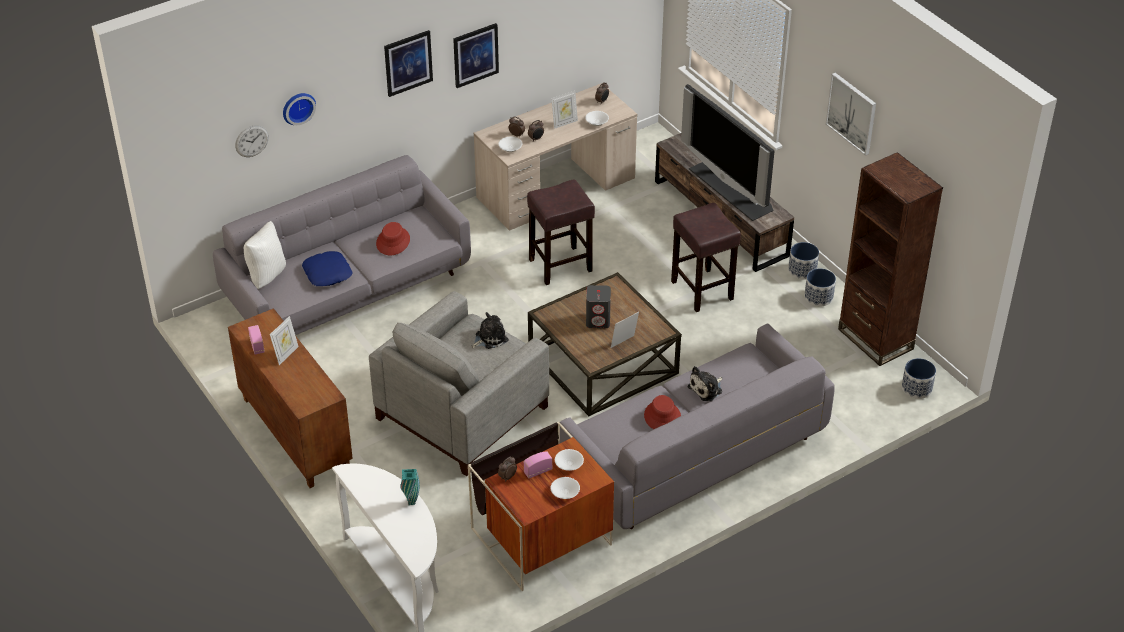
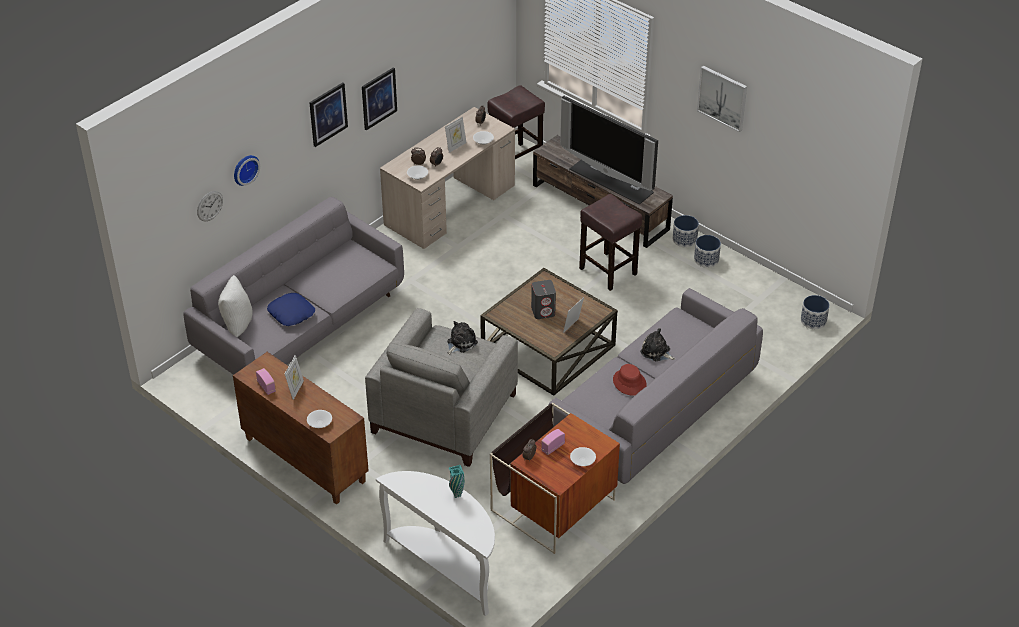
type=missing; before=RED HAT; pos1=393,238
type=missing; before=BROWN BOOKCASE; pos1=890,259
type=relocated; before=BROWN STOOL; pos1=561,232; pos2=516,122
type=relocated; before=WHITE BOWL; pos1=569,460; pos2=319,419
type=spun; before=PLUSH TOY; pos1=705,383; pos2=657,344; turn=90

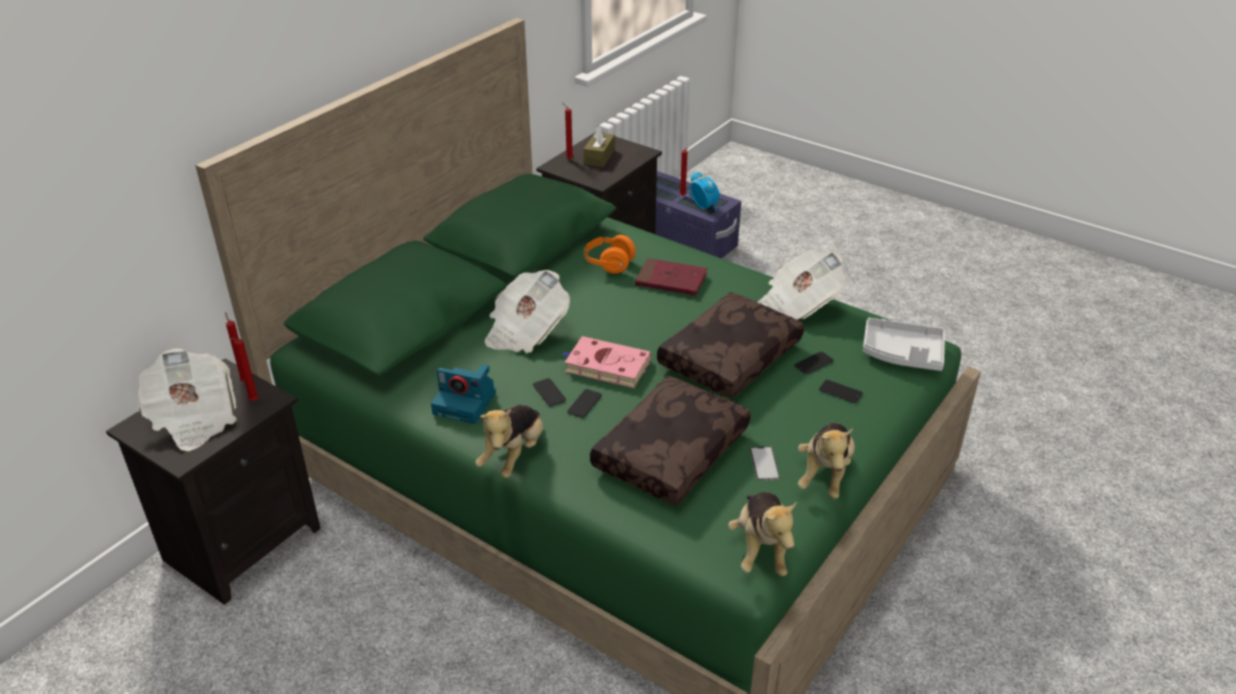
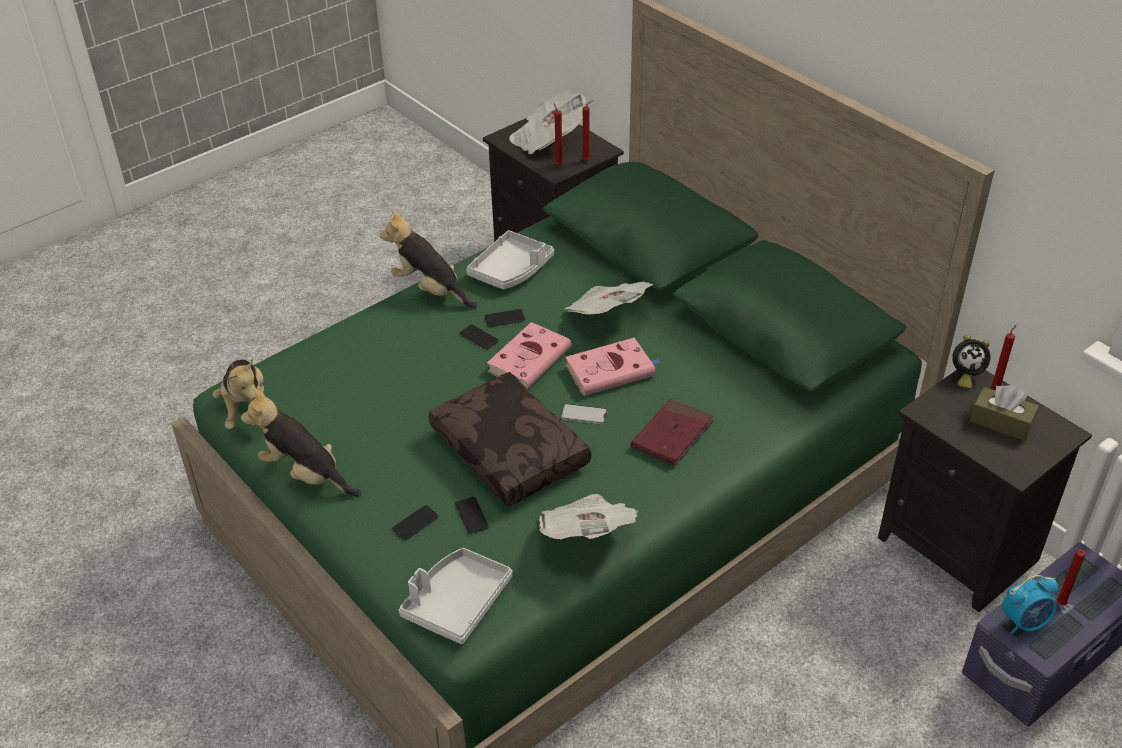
type=missing; before=ORANGE HEADPHONES; pos1=610,254
type=missing; before=BROWN PILLOW; pos1=670,441
type=appeared; after=PINK BOOK; pos2=613,367
type=appeared; after=ALARM CLOCK; pos2=971,362
type=relocated; before=PHONE; pos1=765,463; pos2=584,413
type=exchanged; before=PHOTO CAMERA; after=GREY TRAY; pos1=463,394; pos2=510,259
type=spun; before=PLUSH TOY; pos1=762,534; pos2=238,393; turn=-120

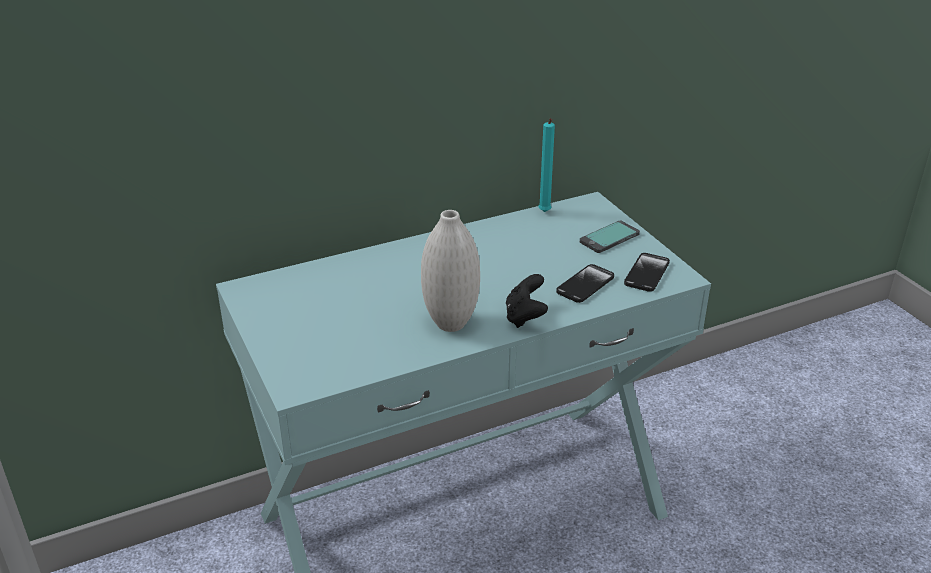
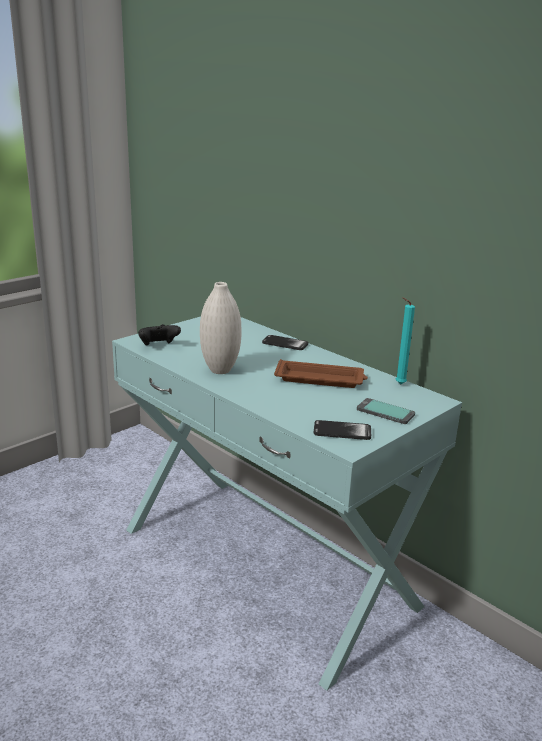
type=appeared; after=BROWN TRAY; pos2=321,373
type=relocated; before=BLACK GAME CONTROLLER; pos1=527,301; pos2=159,334
type=relocated; before=PHONE; pos1=585,283; pos2=285,342

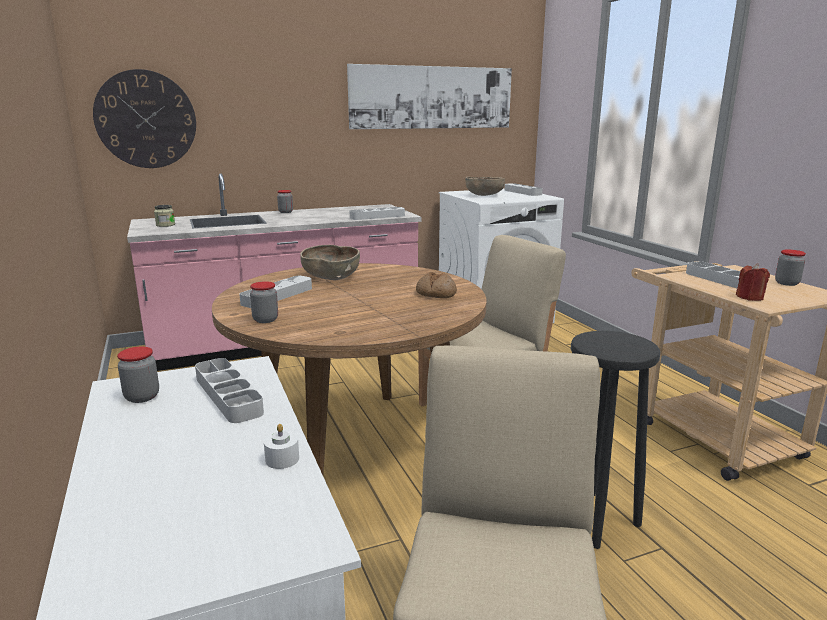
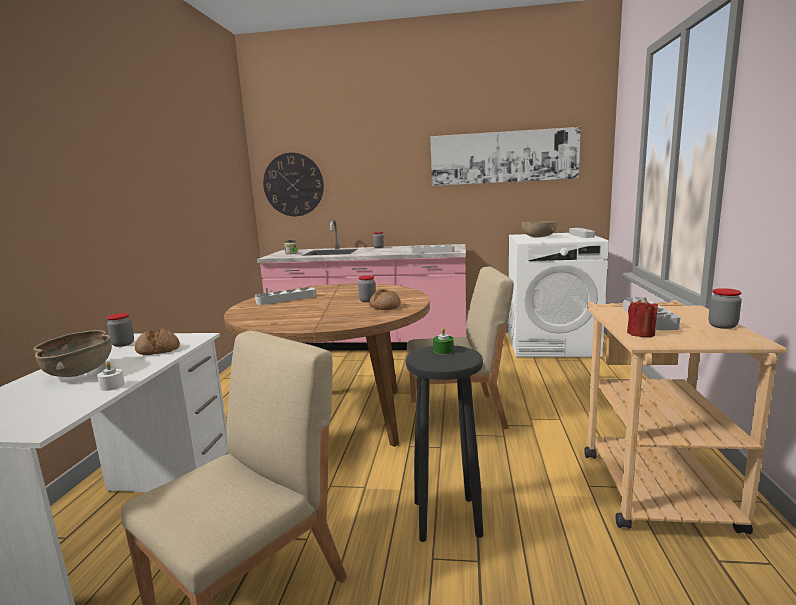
type=appeared; after=GREEN CANDLE; pos2=443,341
type=relocated; before=JAR; pos1=264,302; pos2=367,289
type=relocated; before=BROWN BOWL; pos1=330,262; pos2=72,353
type=exchanged; before=GREY TRAY; after=BREAD; pos1=229,390; pos2=157,341

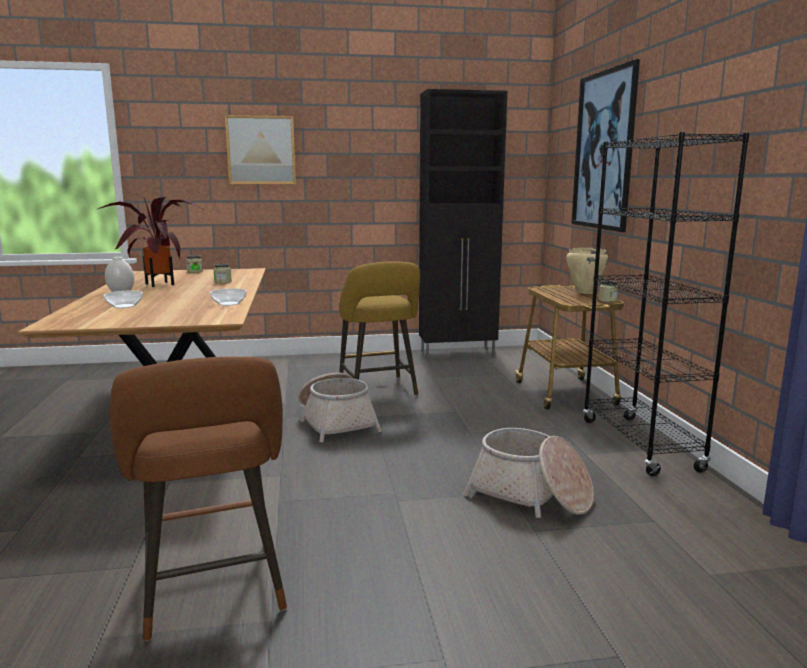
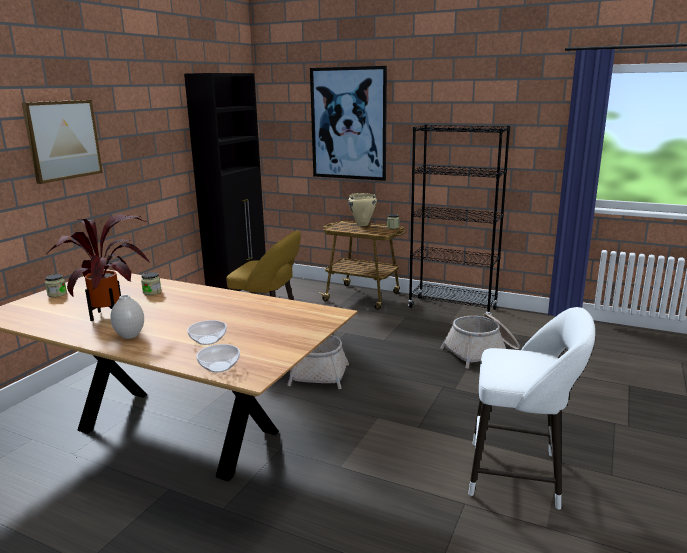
type=relocated; before=BOWL; pos1=228,297; pos2=218,358
type=colour; before=BROWN STOOL; after=WHITE STOOL; pos1=198,499; pos2=531,408

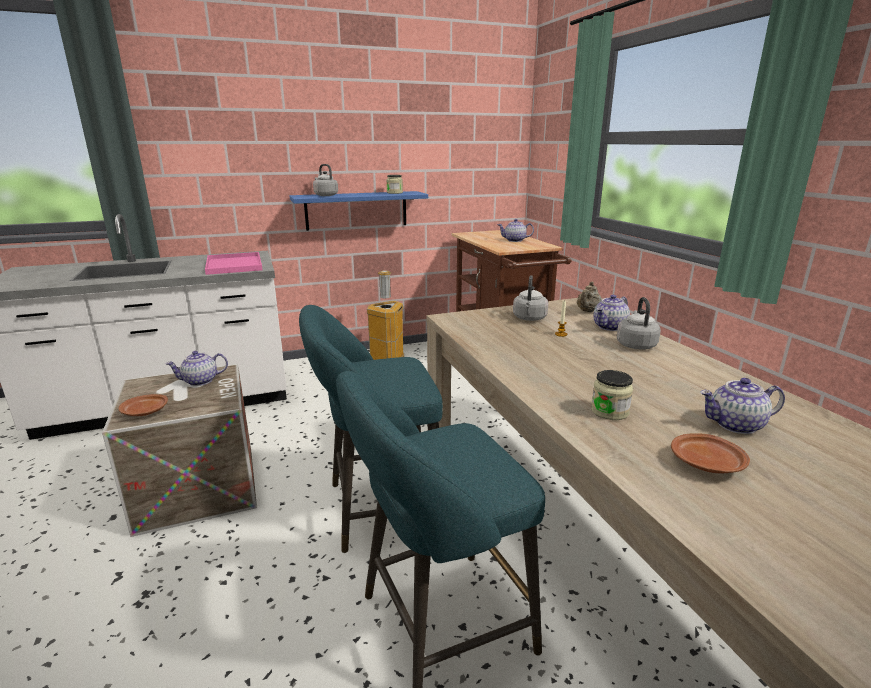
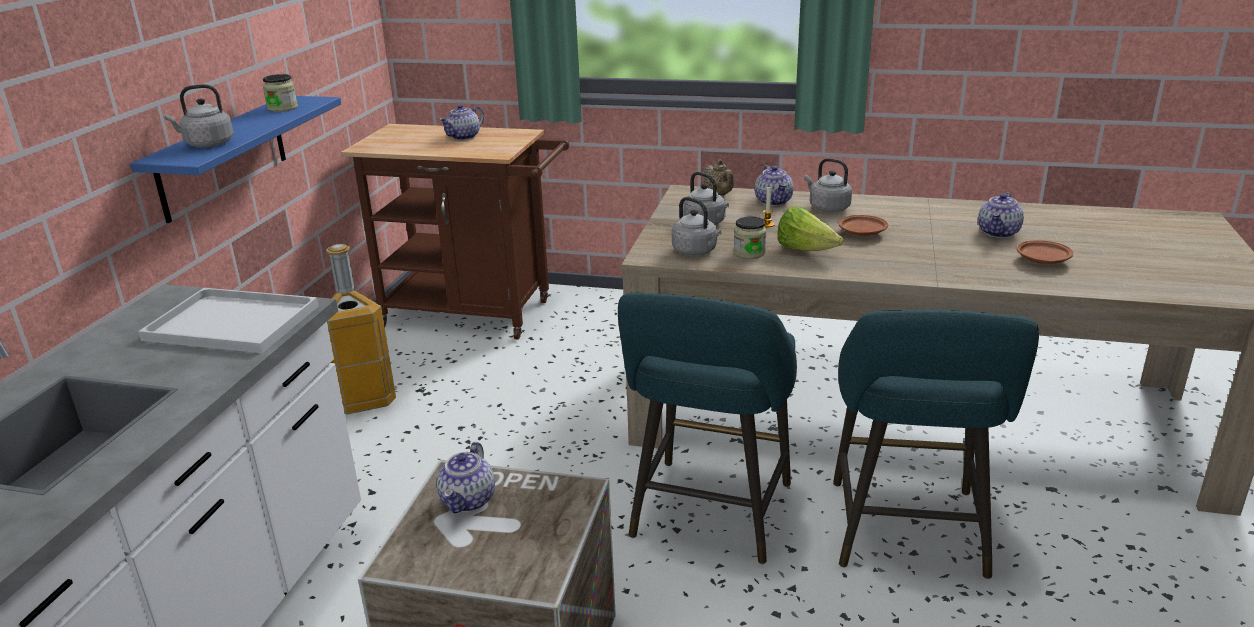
type=appeared; after=GREY KETTLE; pos2=696,226
type=appeared; after=LETTUCE; pos2=810,229
type=relocated; before=BROWN PLATE; pos1=143,405; pos2=863,225
type=relocated; before=JAR; pos1=612,395; pos2=750,237
type=colour; before=PINK TRAY; after=WHITE TRAY; pos1=234,263; pos2=228,320

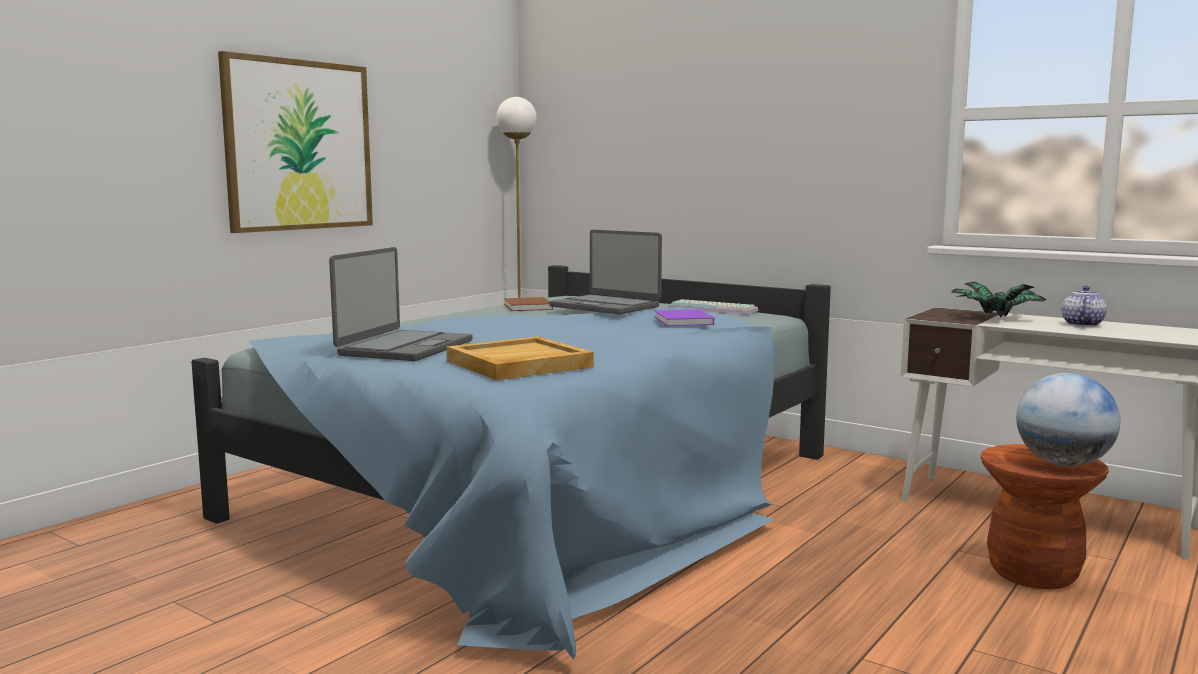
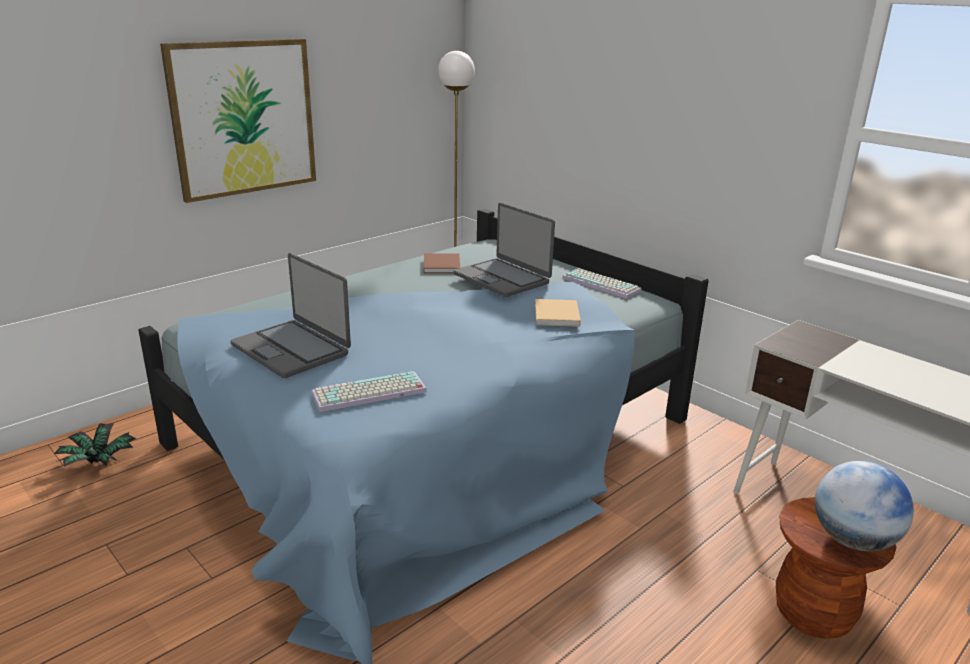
type=missing; before=TEAPOT; pos1=1084,306
type=relocated; before=POTTED PLANT; pos1=998,299; pos2=95,445
type=exchanged; before=BEIGE TRAY; after=KEYBOARD; pos1=520,358; pos2=369,391
type=colour; before=PURPLE BOOK; after=BEIGE BOOK; pos1=684,317; pos2=558,313
type=spun; before=LAPTOP; pos1=400,304; pos2=291,315; turn=105

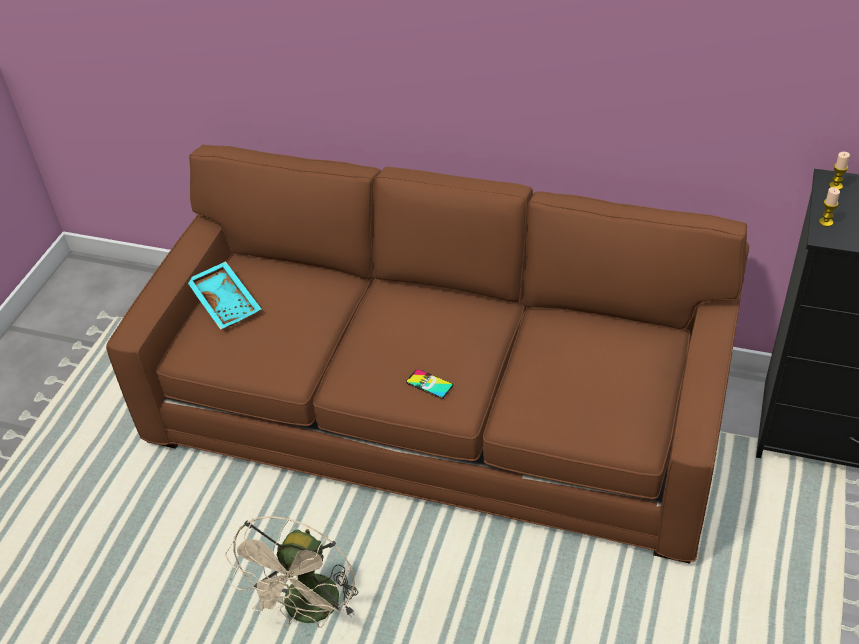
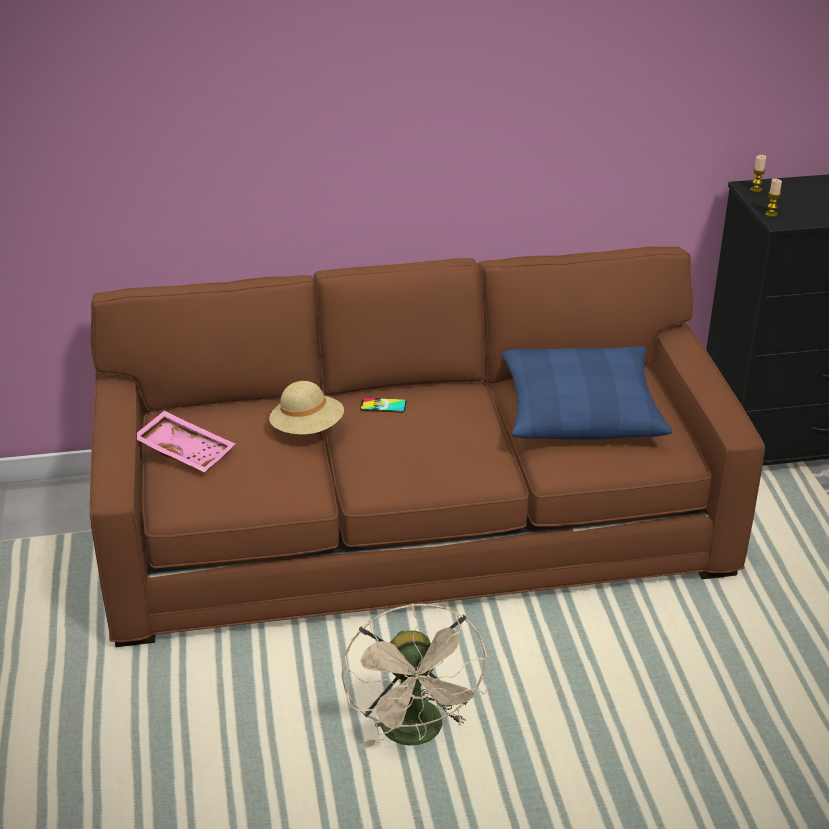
type=appeared; after=BEIGE HAT; pos2=306,408
type=appeared; after=BLUE PILLOW; pos2=587,393
type=relocated; before=PHONE; pos1=429,384; pos2=383,405
type=colour; before=TURQUOISE TRAY; after=PINK TRAY; pos1=224,295; pos2=186,441

